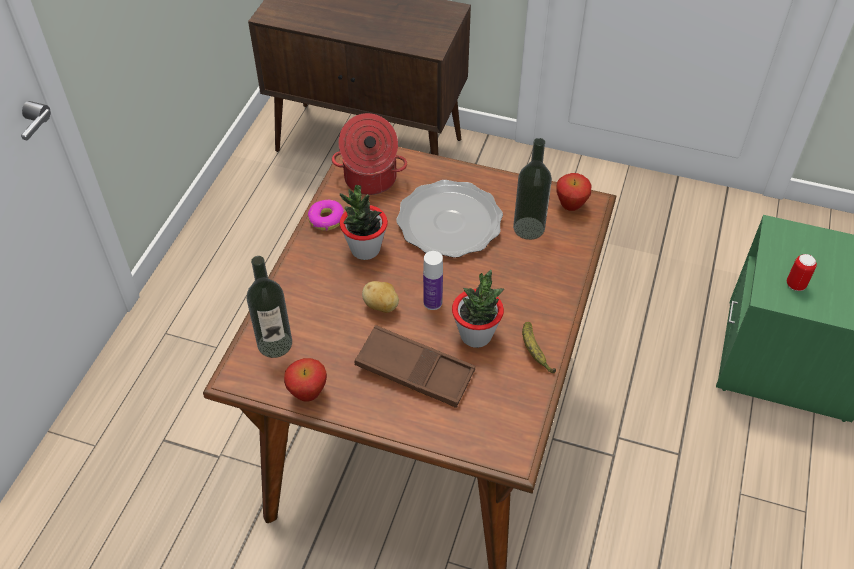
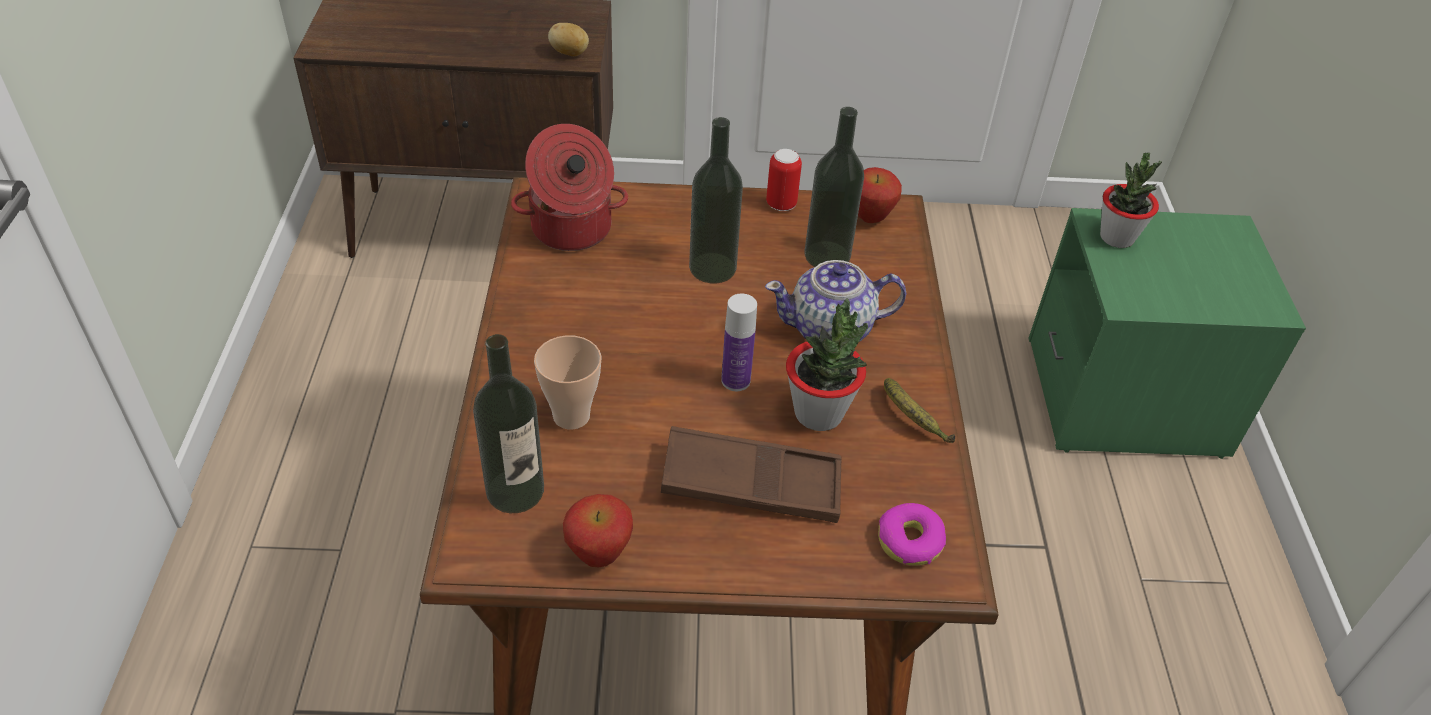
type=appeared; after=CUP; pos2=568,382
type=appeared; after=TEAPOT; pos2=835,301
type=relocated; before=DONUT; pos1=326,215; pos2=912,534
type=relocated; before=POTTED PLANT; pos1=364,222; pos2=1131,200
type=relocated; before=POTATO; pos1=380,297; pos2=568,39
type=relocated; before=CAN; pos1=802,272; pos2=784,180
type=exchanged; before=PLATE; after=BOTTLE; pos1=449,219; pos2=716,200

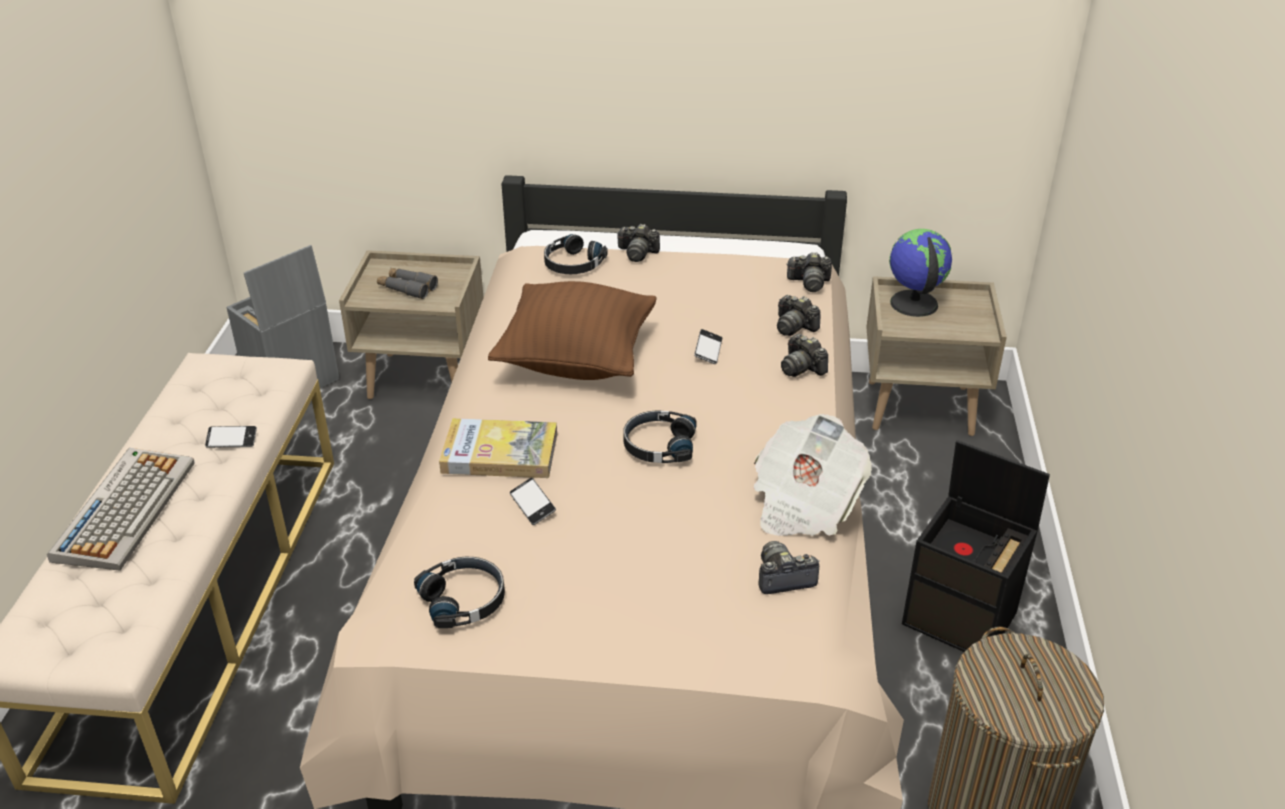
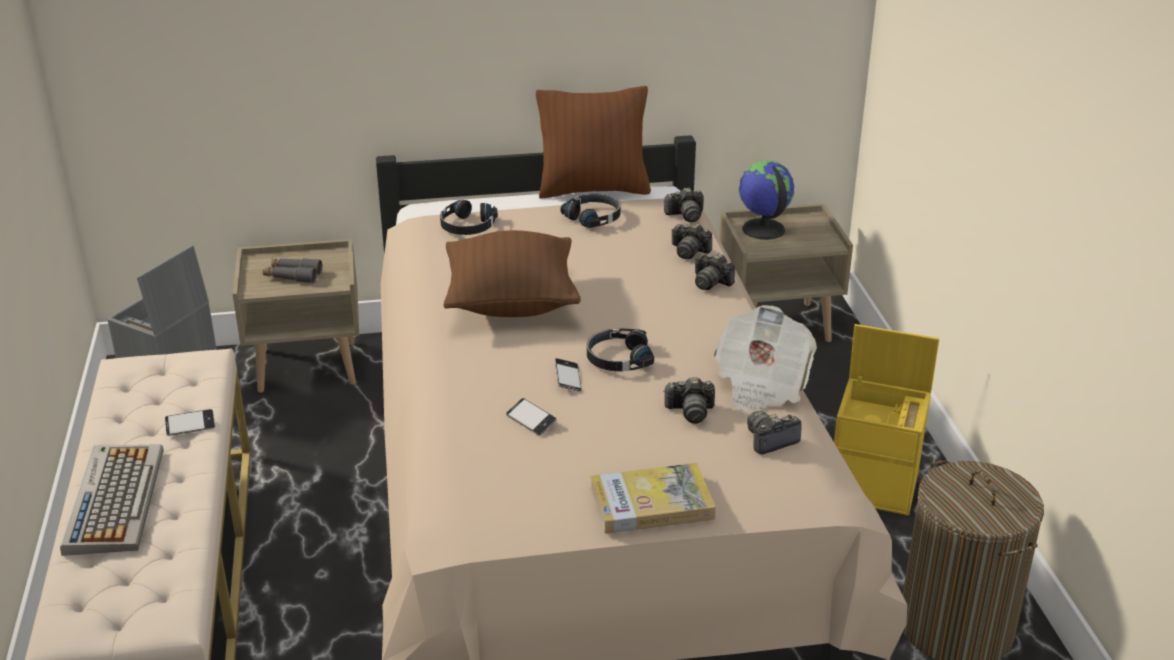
type=appeared; after=BROWN PILLOW; pos2=593,142
type=relocated; before=BLACK HEADPHONES; pos1=459,592; pos2=591,210
type=relocated; before=BOOK; pos1=498,448; pos2=653,498
type=relocated; before=PHOTO CAMERA; pos1=638,243; pos2=689,400
type=relocated; before=PHONE; pos1=708,346; pos2=568,374
type=colour; before=BLACK STORAGE BOX; after=YELLOW STORAGE BOX; pos1=976,546; pos2=886,419

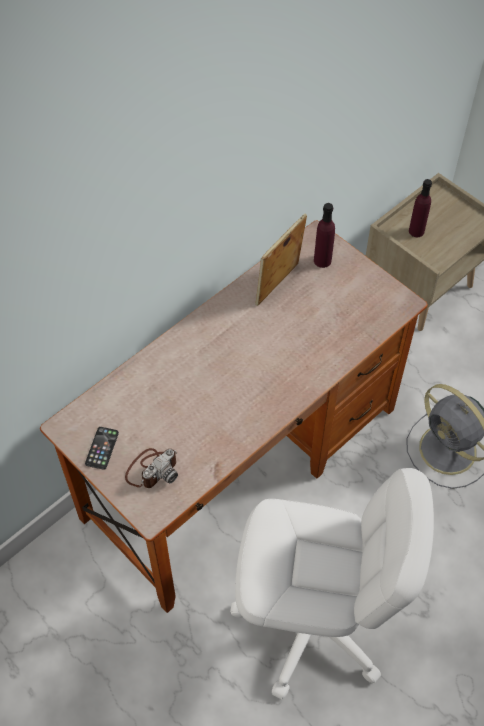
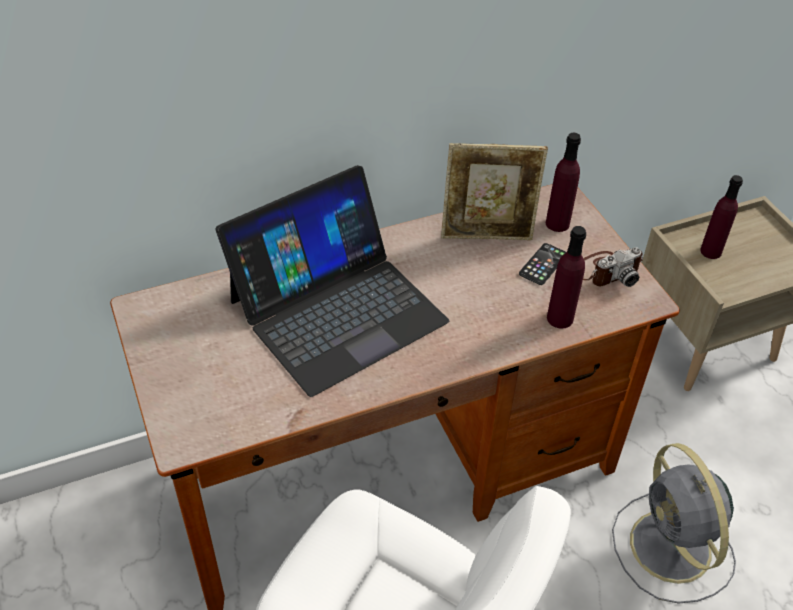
type=appeared; after=LAPTOP; pos2=332,281
type=appeared; after=PURPLE BOTTLE; pos2=566,277
type=relocated; before=PHONE; pos1=102,448; pos2=542,264
type=relocated; before=PHOTO CAMERA; pos1=151,468; pos2=613,267
type=spun; before=PICTURE FRAME; pos1=281,260; pos2=494,191; turn=-150

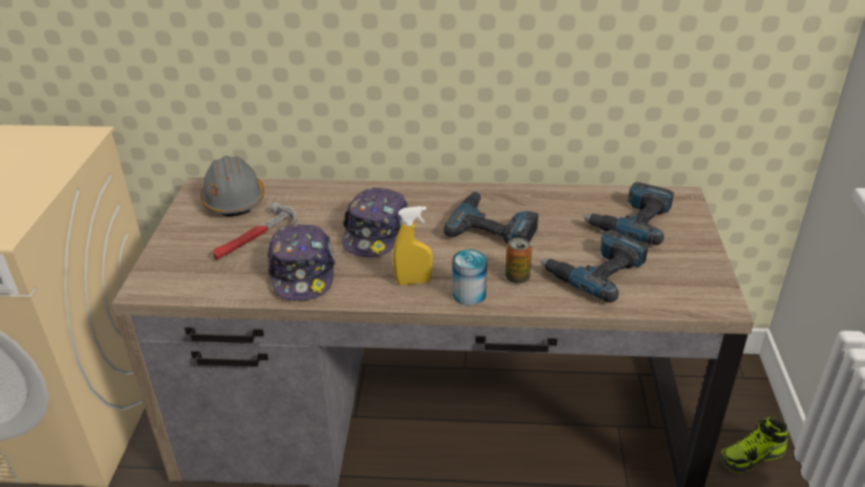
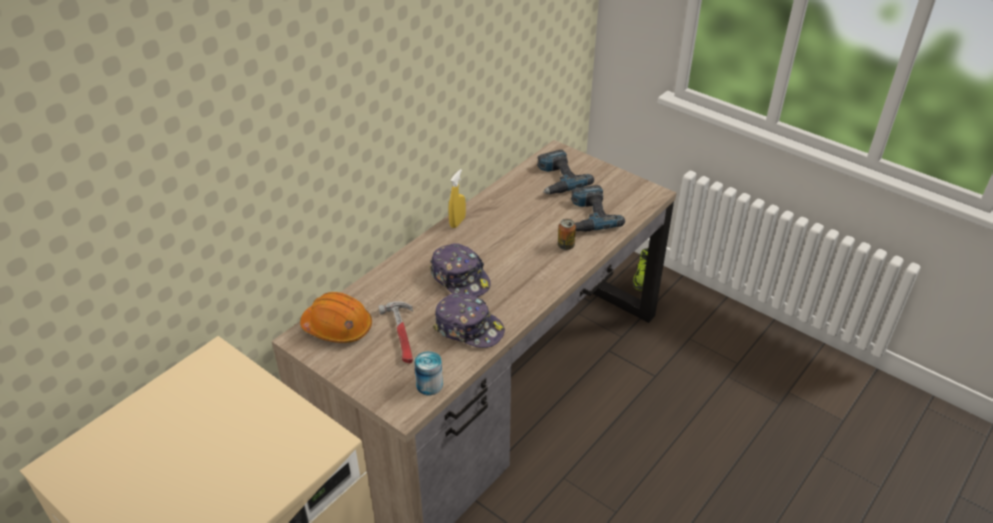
type=missing; before=POWER DRILL; pos1=491,217
type=relocated; before=YELLOW SPRAY BOTTLE; pos1=413,245; pos2=457,198
type=relocated; before=CAN; pos1=470,277; pos2=428,373
type=colour; before=GREY HARD HAT; after=ORANGE HARD HAT; pos1=232,186; pos2=336,317

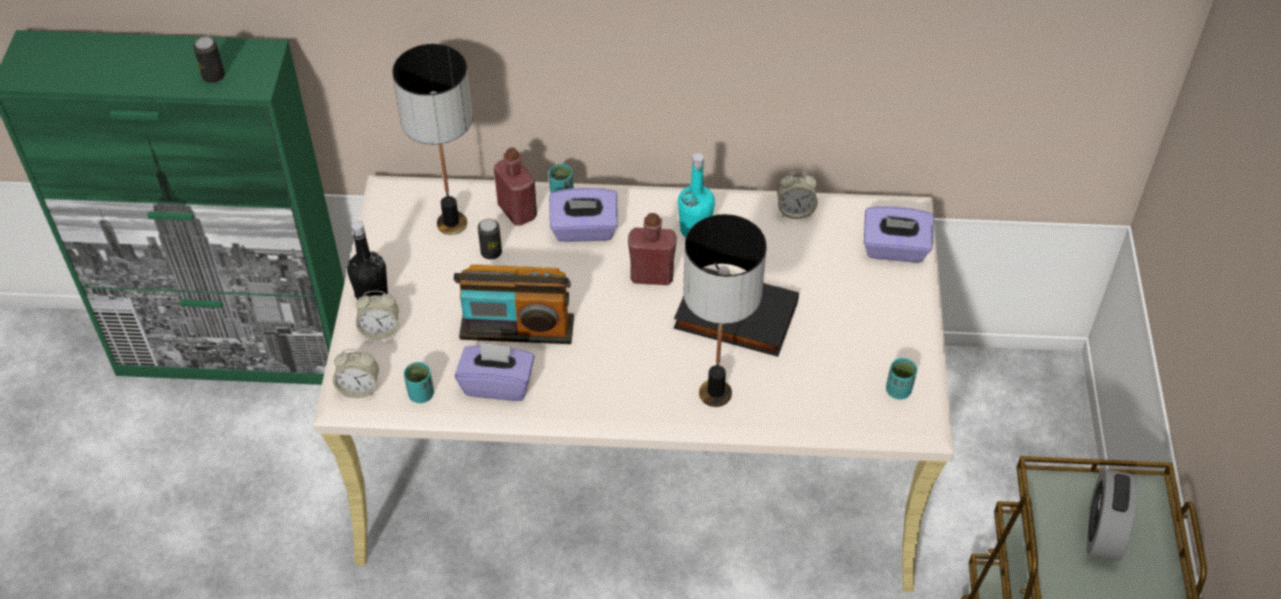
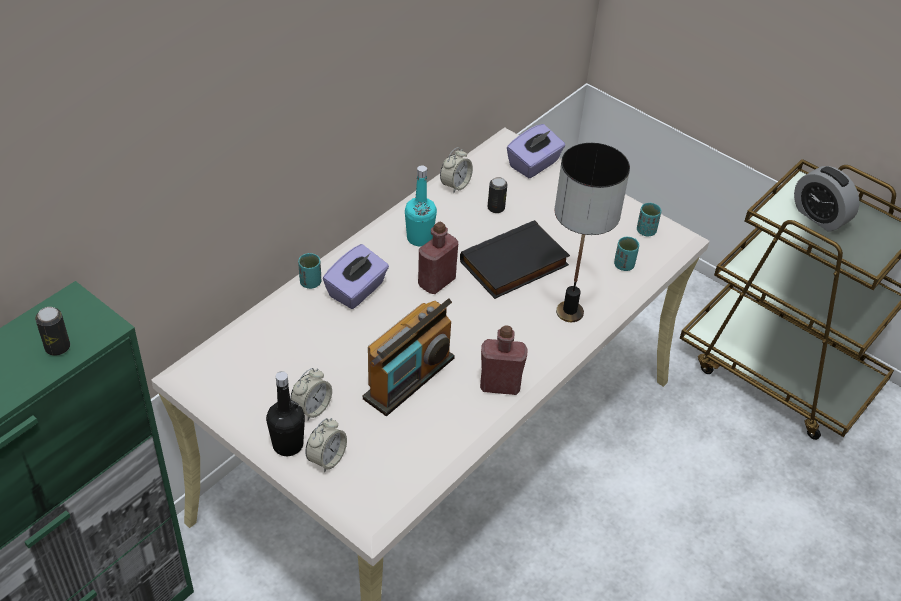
type=missing; before=TABLE LAMP; pos1=432,139
type=missing; before=PURPLE TISSUE BOX; pos1=495,371
type=relocated; before=ALARM CLOCK; pos1=356,373; pos2=311,394
type=relocated; before=TURQUOISE CUP; pos1=419,382; pos2=626,254
type=relocated; before=CAN; pos1=490,239; pos2=497,195
type=relocated; before=RED BOTTLE; pos1=515,186; pos2=504,360

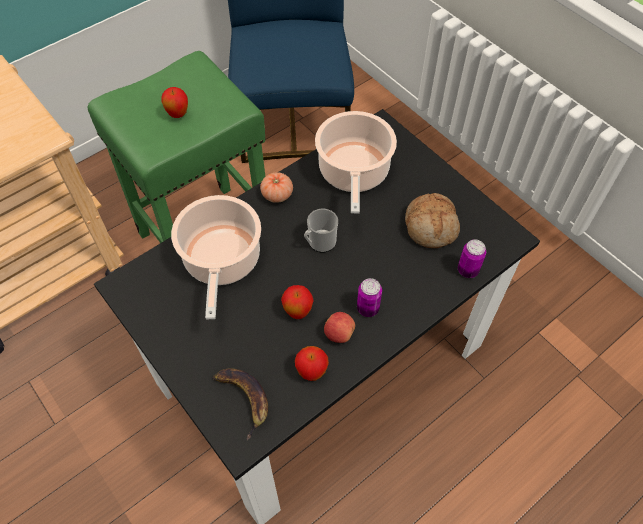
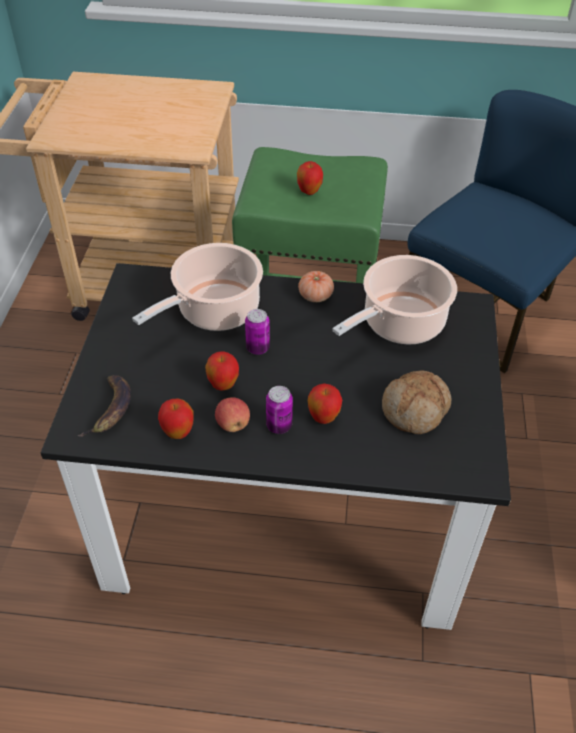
type=missing; before=MUG; pos1=321,231
type=appeared; after=APPLE; pos2=325,403
type=relocated; before=CAN; pos1=472,258; pos2=257,332

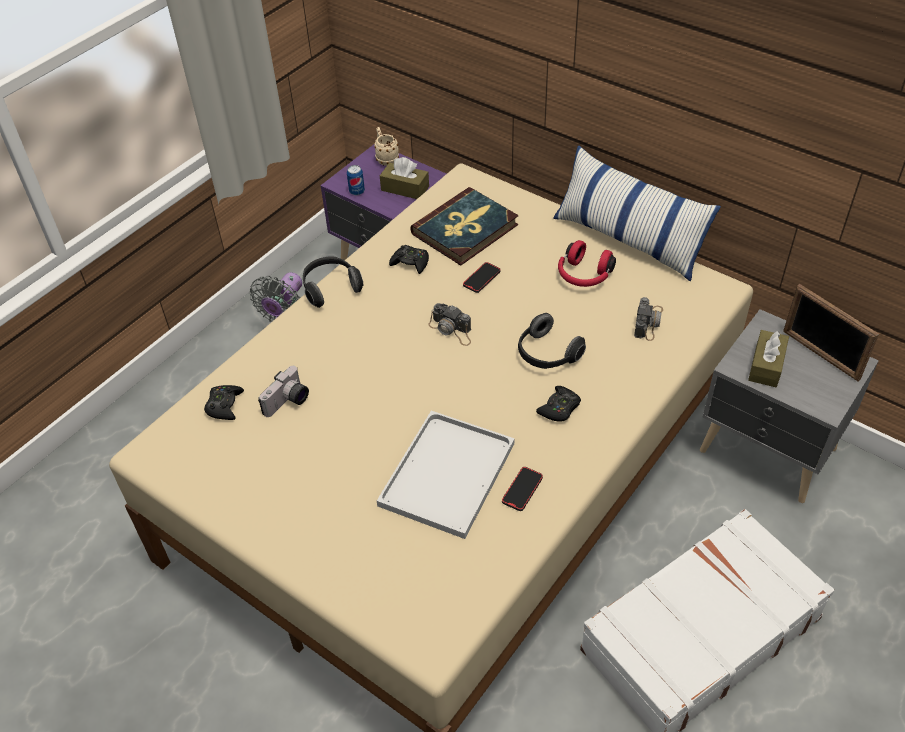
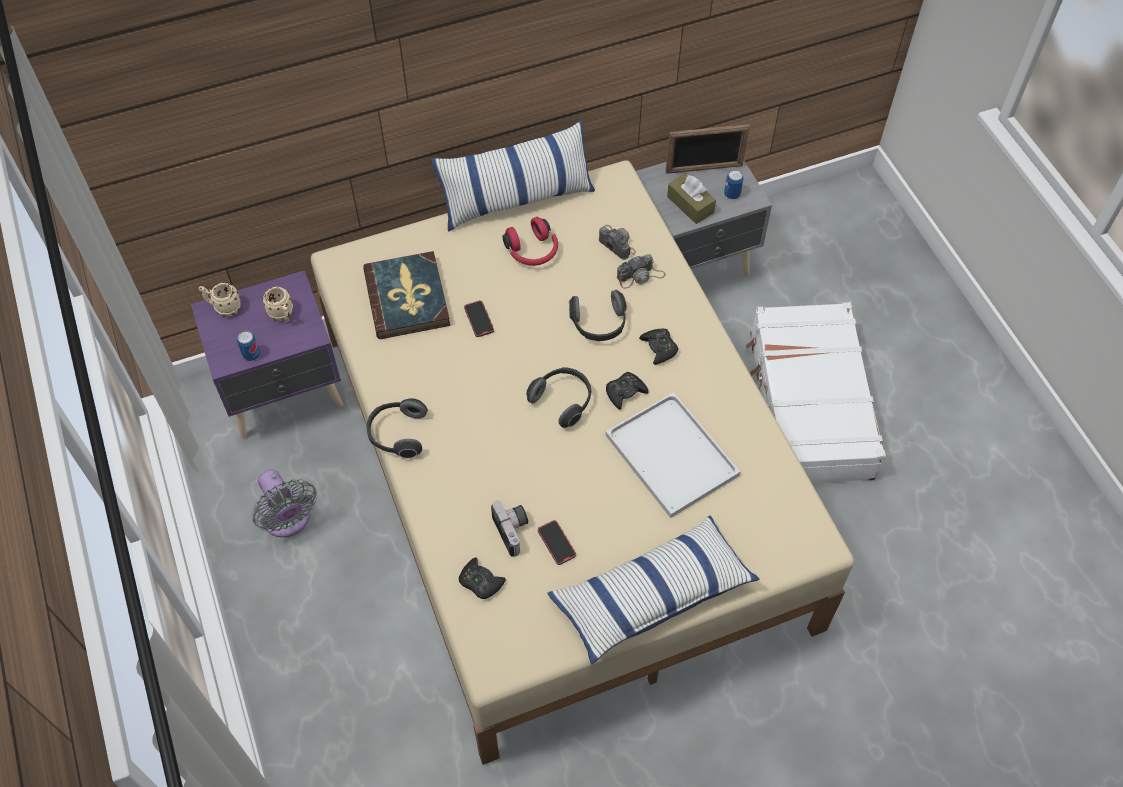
type=appeared; after=HEADPHONES; pos2=558,397
type=appeared; after=PILLOW; pos2=653,590
type=appeared; after=CAN; pos2=733,184
type=relocated; before=BLACK GAME CONTROLLER; pos1=409,259; pos2=627,391
type=relocated; before=PHOTO CAMERA; pos1=449,324; pos2=641,271
type=relocated; before=PHONE; pos1=522,489; pos2=557,542
type=exchanged; before=BROWN TISSUE BOX; after=BEIGE MUG; pos1=404,178; pos2=277,304

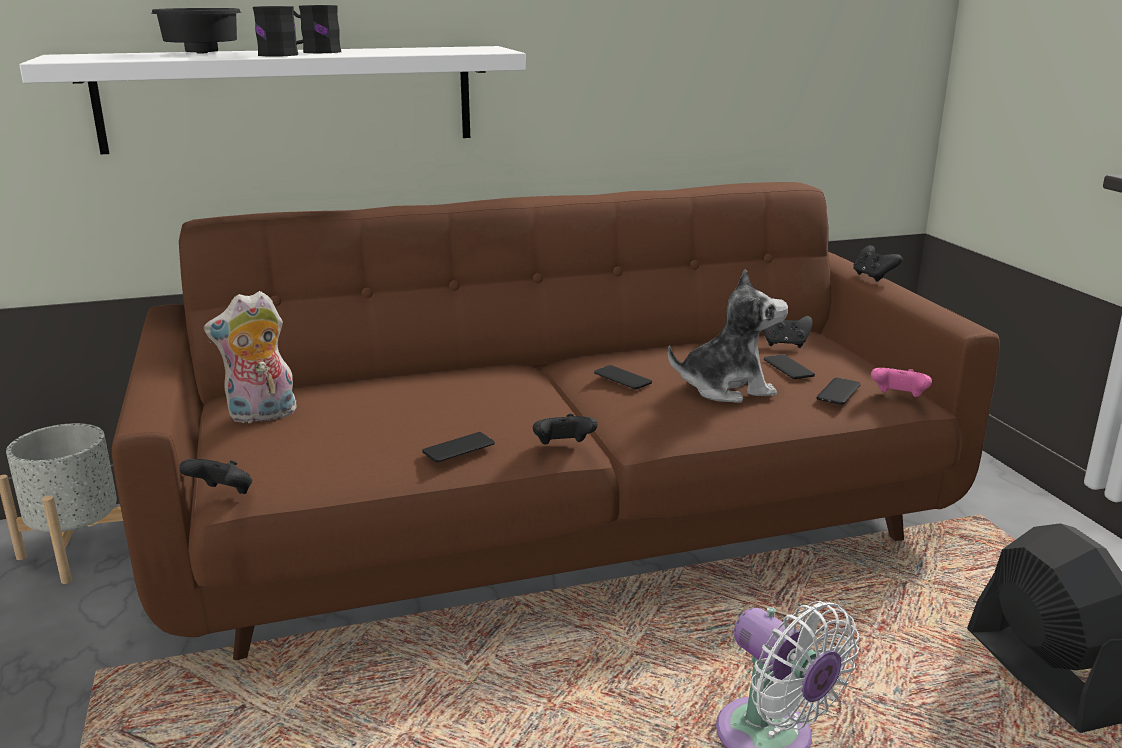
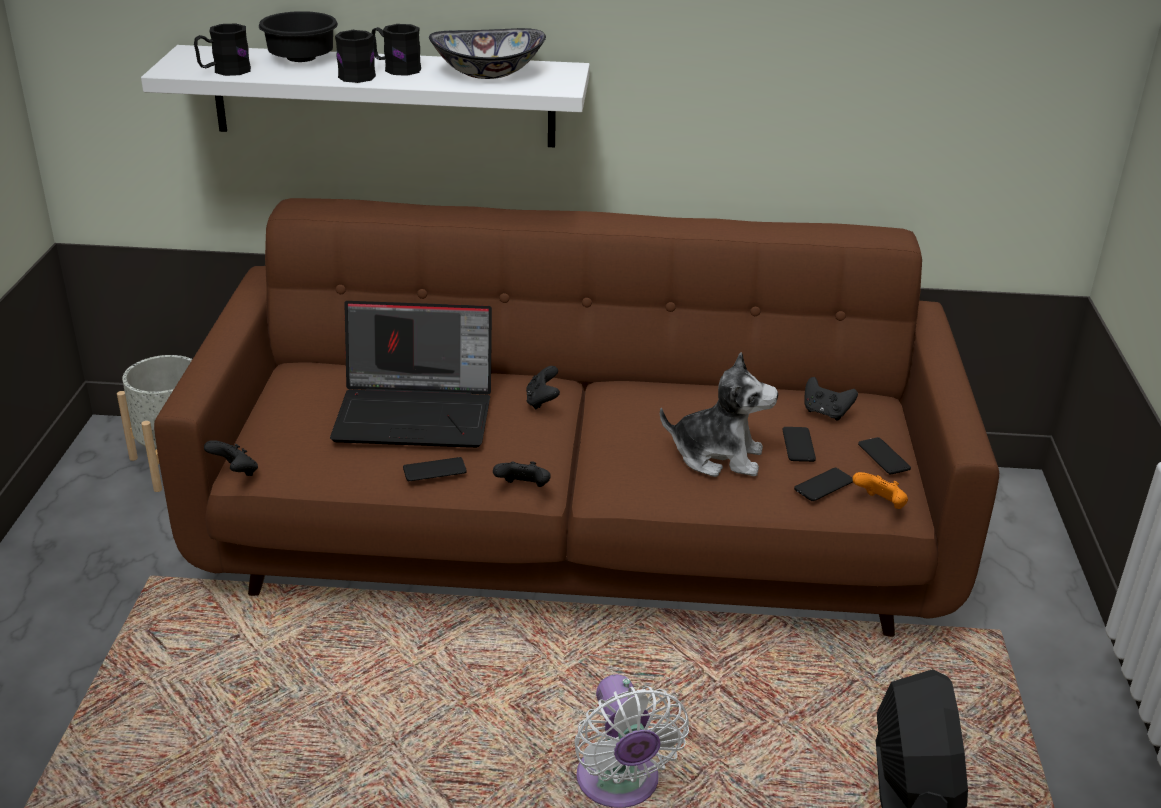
type=missing; before=PLUSH TOY; pos1=250,357
type=appeared; after=BLACK MUG; pos2=222,50
type=appeared; after=LAPTOP; pos2=411,374
type=appeared; after=BOWL; pos2=487,53
type=relocated; before=PHONE; pos1=623,377; pos2=884,456
type=relocated; before=BLACK GAME CONTROLLER; pos1=878,263; pos2=543,388
type=colour; before=PINK GAME CONTROLLER; after=ORANGE GAME CONTROLLER; pos1=901,382; pos2=880,490

